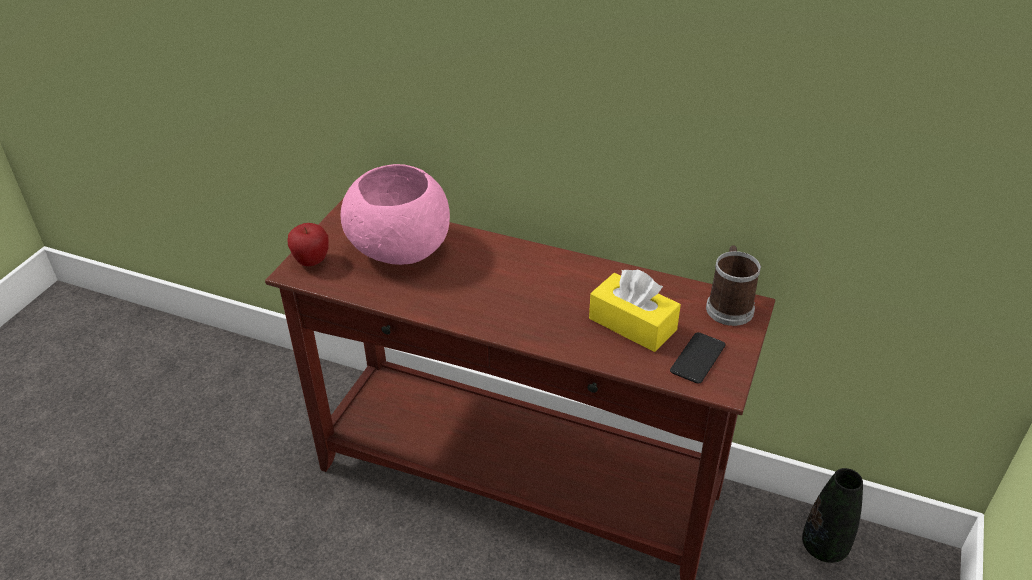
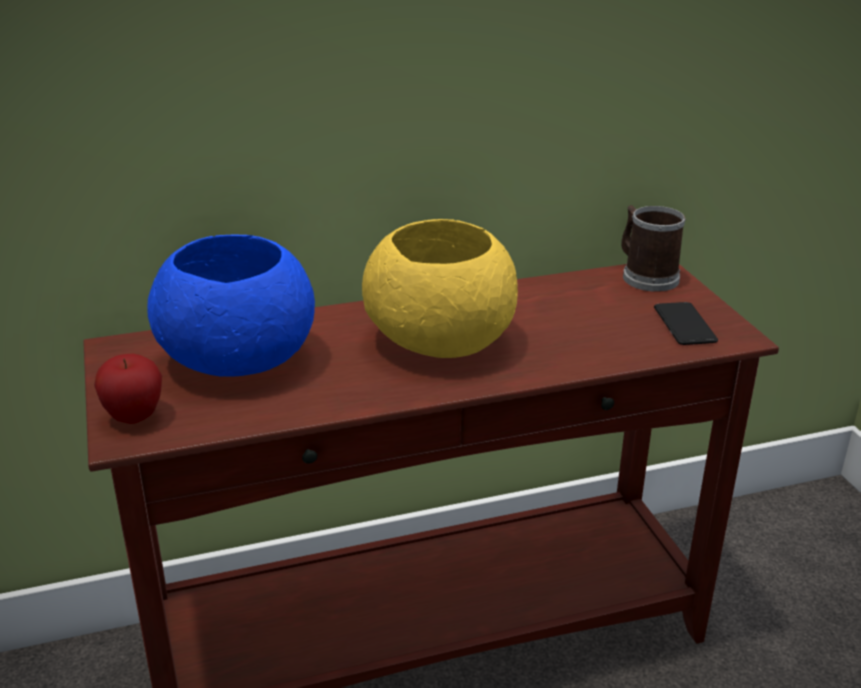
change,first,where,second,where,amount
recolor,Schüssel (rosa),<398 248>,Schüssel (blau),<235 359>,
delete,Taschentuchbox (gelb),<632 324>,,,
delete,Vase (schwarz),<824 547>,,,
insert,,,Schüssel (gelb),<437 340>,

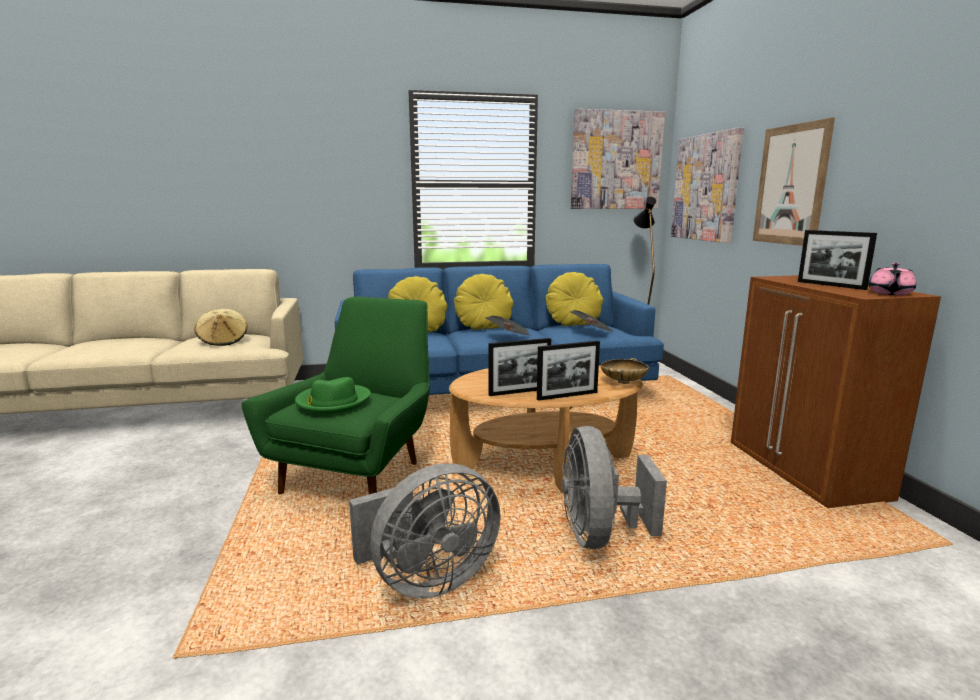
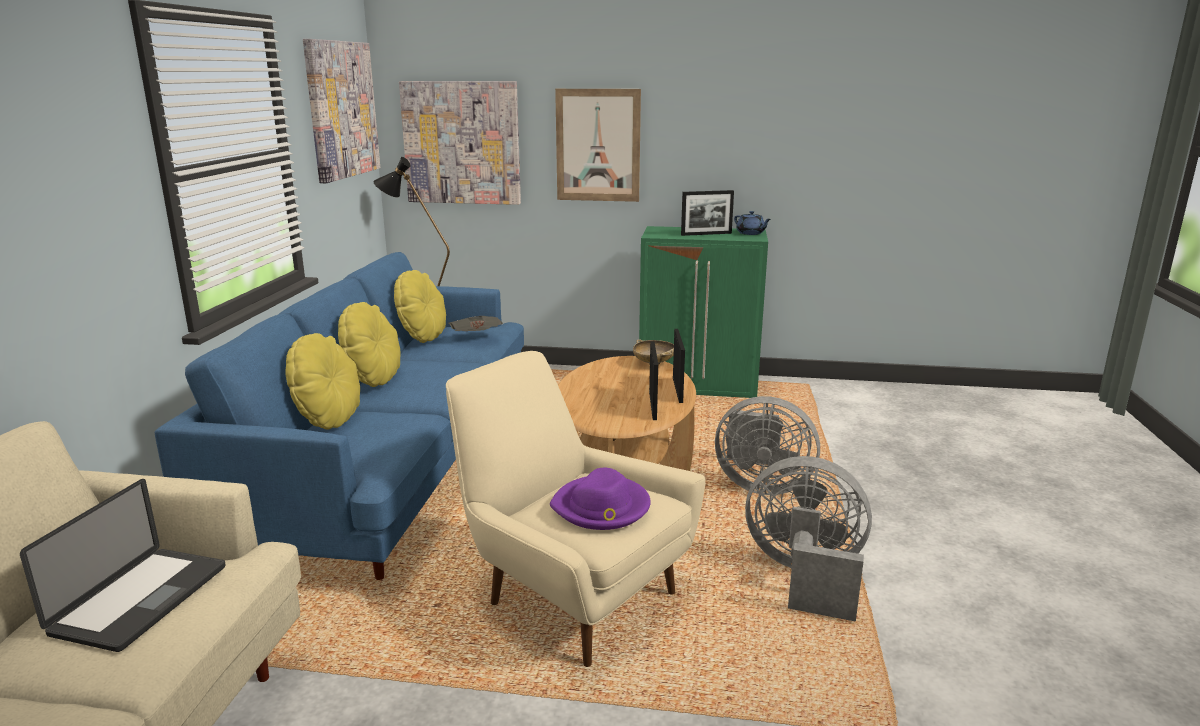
change,first,where,second,where,amount
replace,Hut (beige),<223 341>,Laptop,<141 600>,
recolor,Sessel (grün),<359 475>,Sessel (beige),<571 597>,
recolor,Hut (grün),<332 402>,Hut (lila),<601 507>,
rotate,Ventilator (grau),<427 580>,,<805 576>,60 degrees counterclockwise
delete,Zeitung,<509 338>,,,
recolor,Schrank (braun),<805 470>,Schrank (grün),<698 384>,
recolor,Teekanne (rosa),<890 293>,Teekanne (blau),<750 233>,

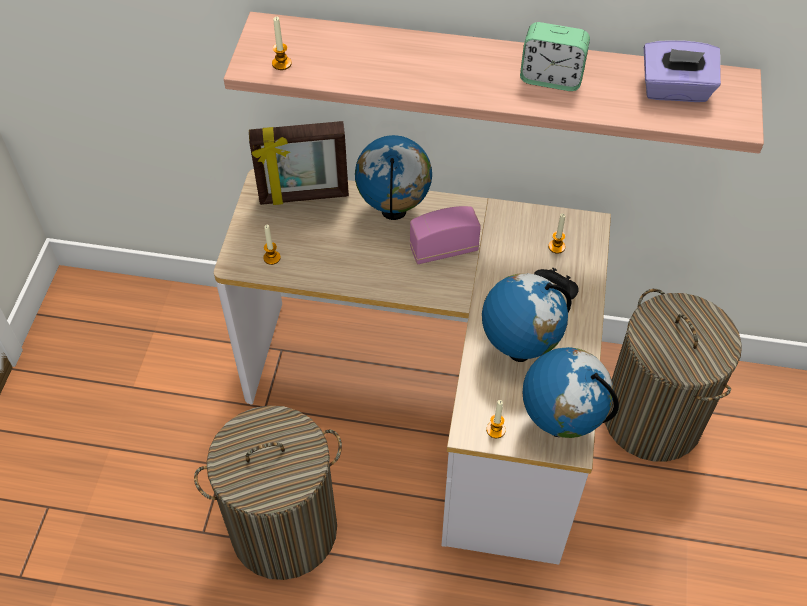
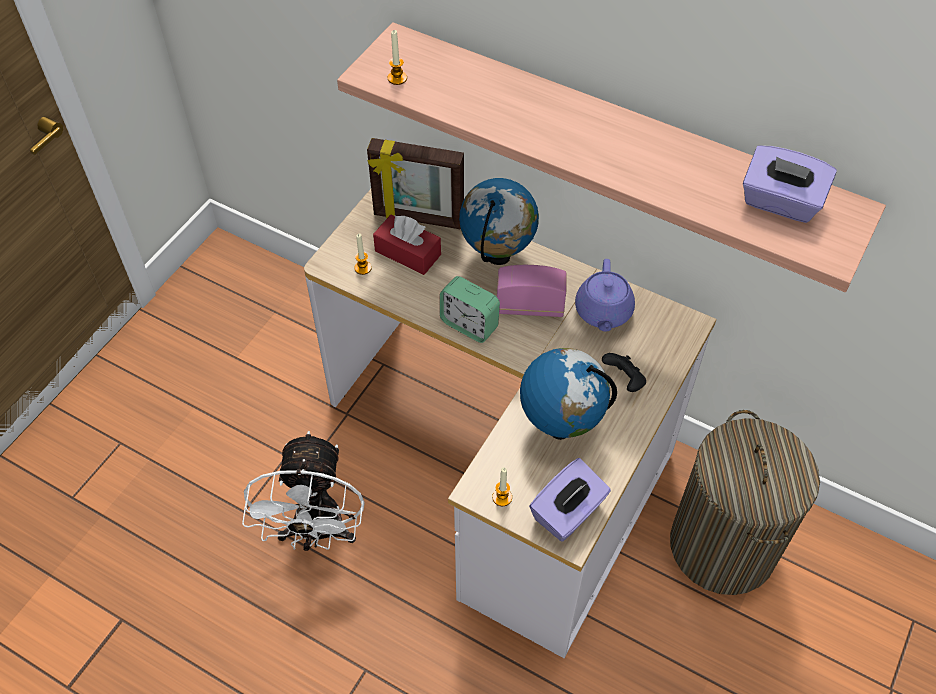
change,first,where,second,where,amount
replace,Wäschekorb,<284 529>,Ventilator (weiß),<317 533>,
move,Wecker,<551 78>,,<469 324>,
replace,Globus,<559 424>,Taschentuchbox (lila),<568 513>,
delete,Kerze,<556 247>,,,
insert,,,Taschentuchbox (rot),<408 253>,
insert,,,Teekanne (lila),<603 312>,

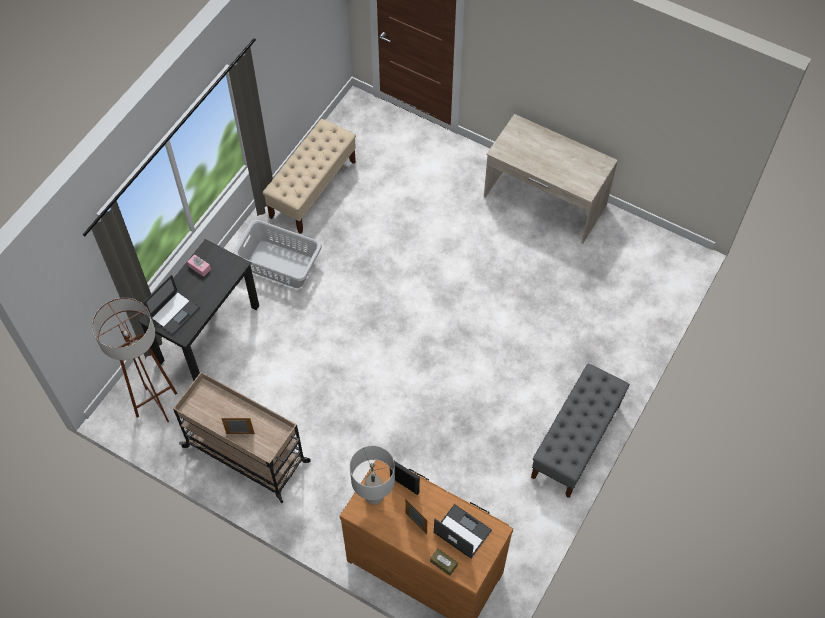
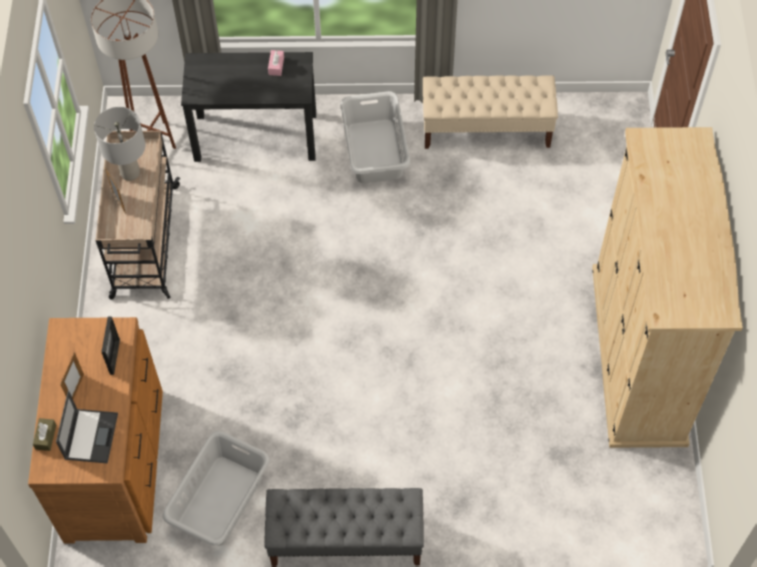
change,first,where,second,where,amount
delete,Laptop,<175 312>,,,
move,Tischlampe (grau),<374 496>,,<130 173>,
replace,Schreibtisch (beige),<544 201>,Kleiderschrank (beige),<638 354>,
insert,,,Wäschekorb (grau),<219 501>,

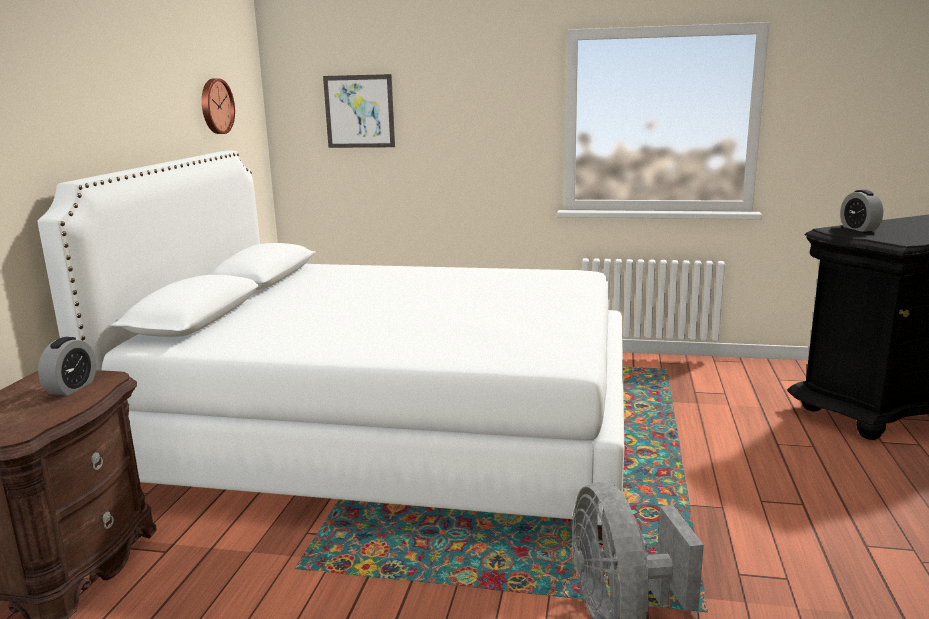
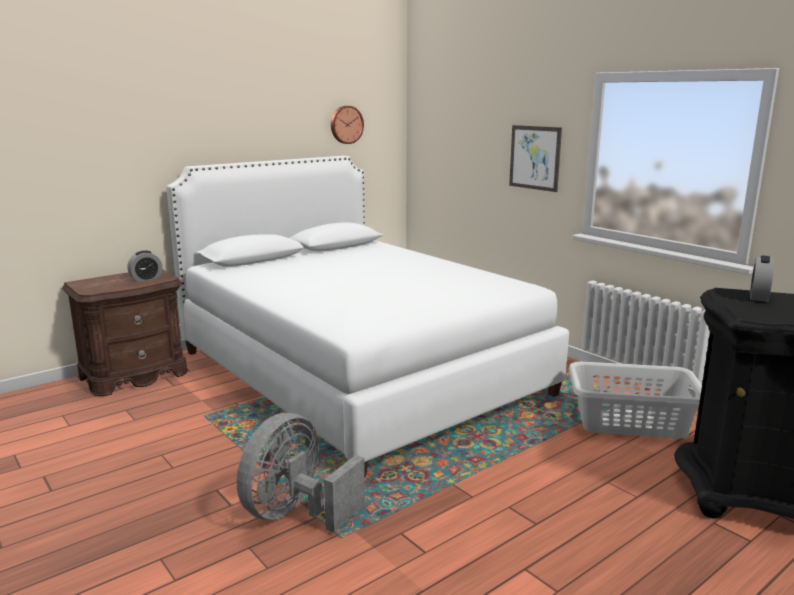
change,first,where,second,where,amount
move,Bild,<359 111>,,<534 157>,
insert,,,Wäschekorb (grau),<631 422>,

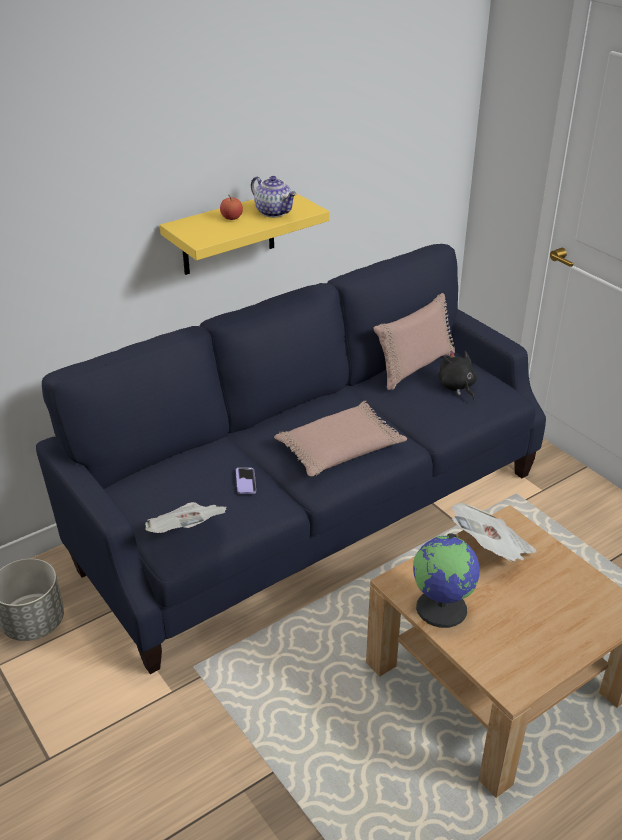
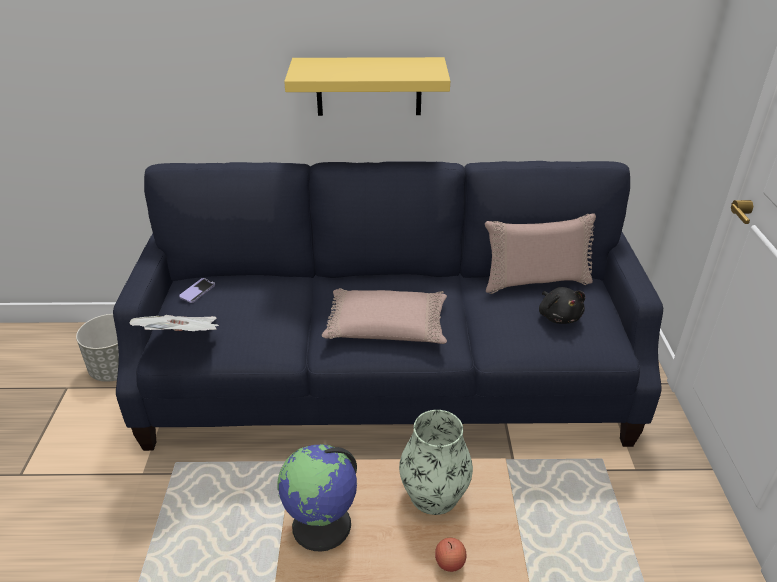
change,first,where,second,where,amount
move,Apfel,<231 218>,,<450 562>,
move,Handy,<245 481>,,<197 291>,
delete,Teekanne,<274 212>,,,
rotate,Plüschtier (schwarz),<457 387>,,<559 316>,150 degrees clockwise
replace,Zeitung,<491 550>,Vase,<434 494>,

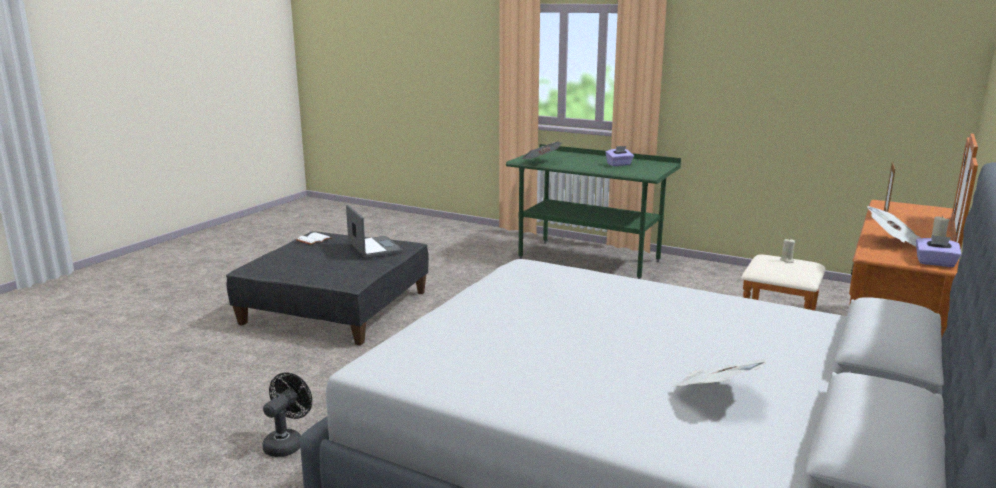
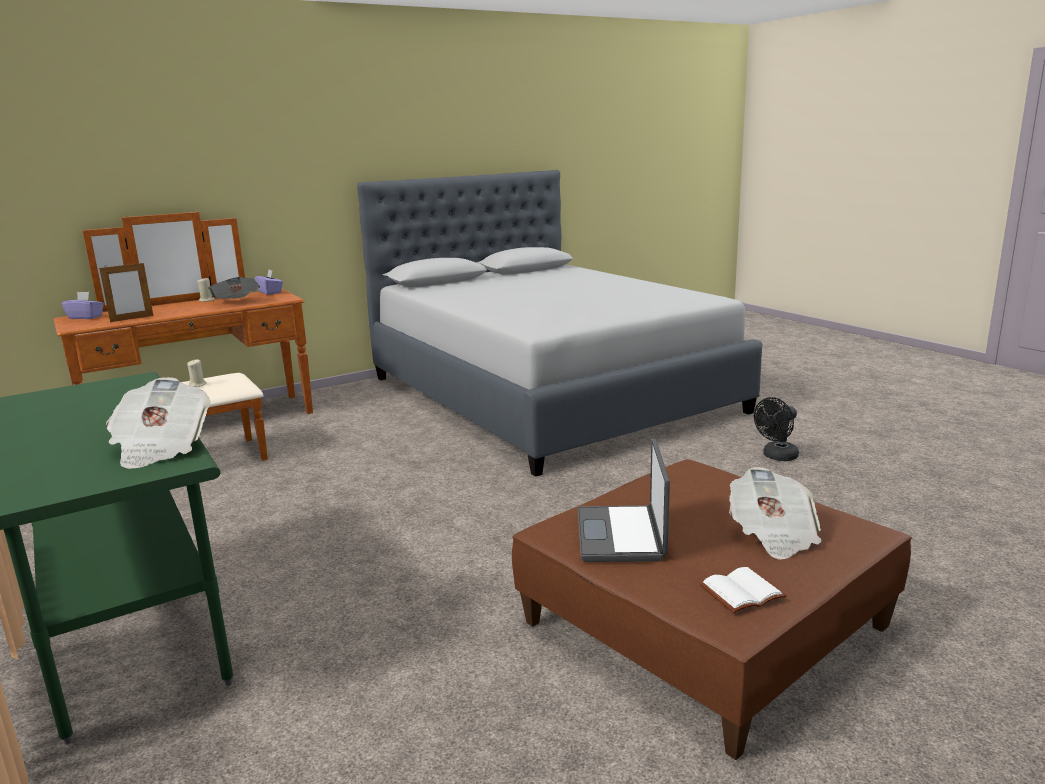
change,first,where,second,where,amount
recolor,Polsterhocker (grau),<335 307>,Polsterhocker (braun),<705 626>,
move,Taschentuchbox (lila),<619 164>,,<86 317>,
move,Zeitung,<716 394>,,<772 535>,

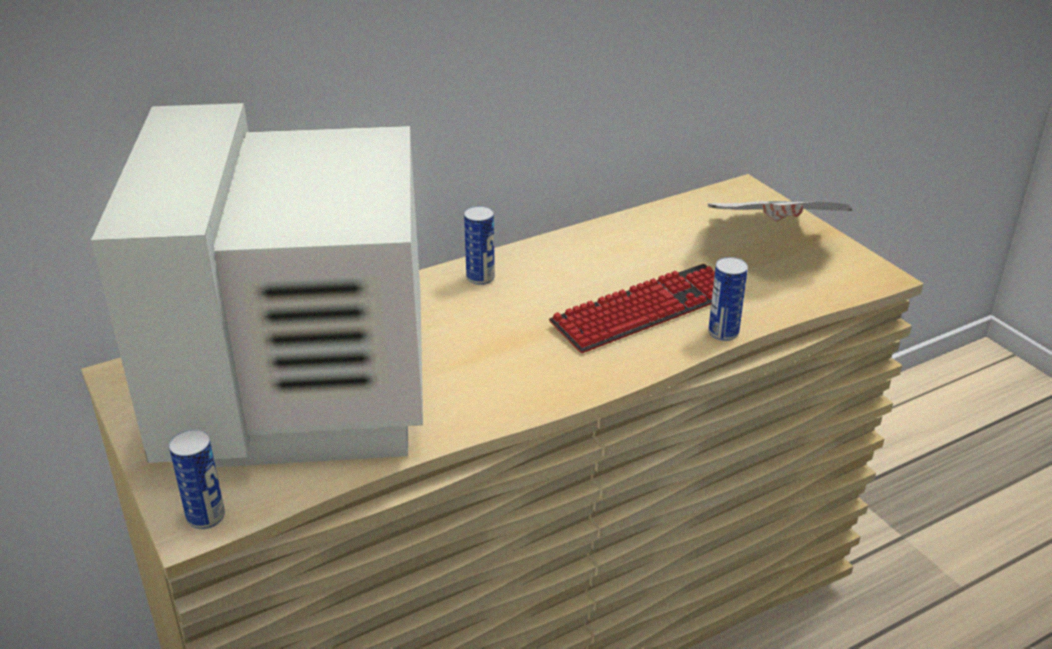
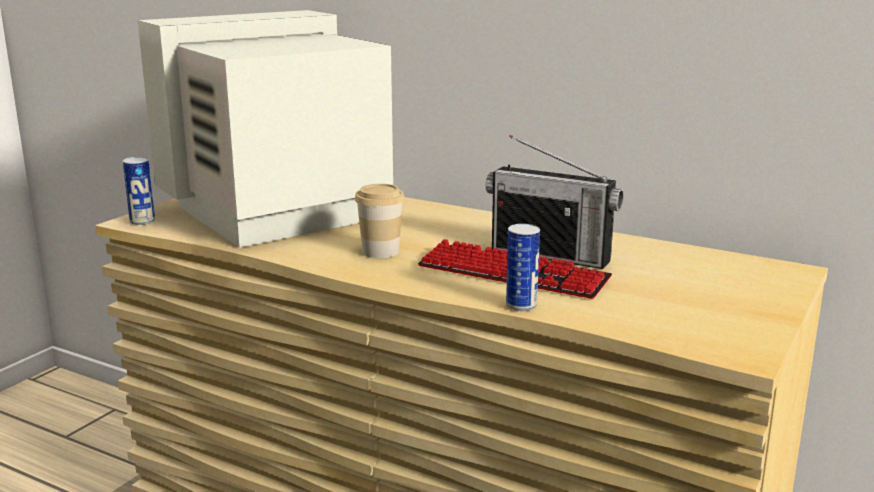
change,first,where,second,where,amount
delete,Dose,<480 278>,,,
delete,Zeitung,<772 242>,,,
insert,,,Tasse,<380 251>,
insert,,,Radio,<551 255>,

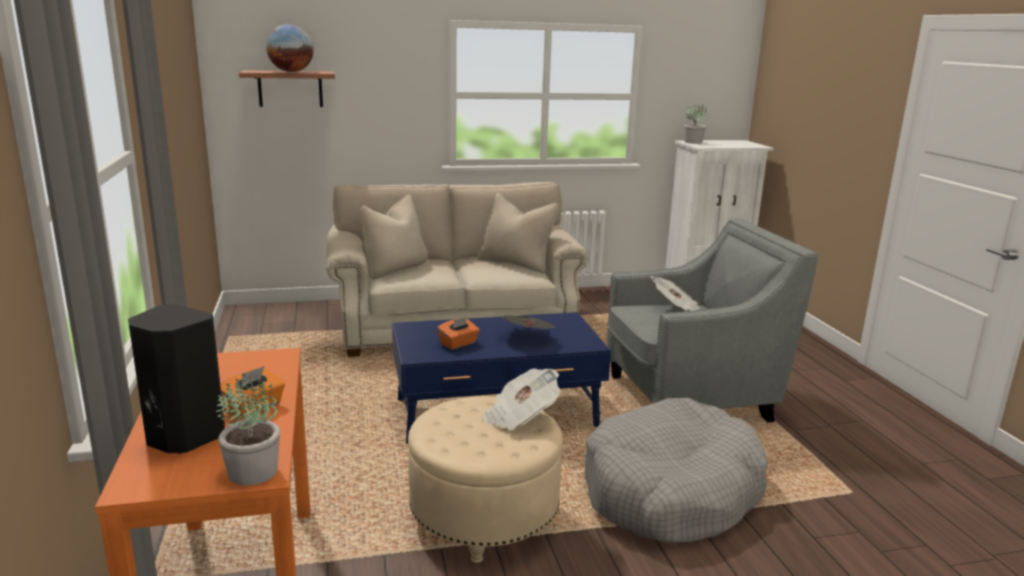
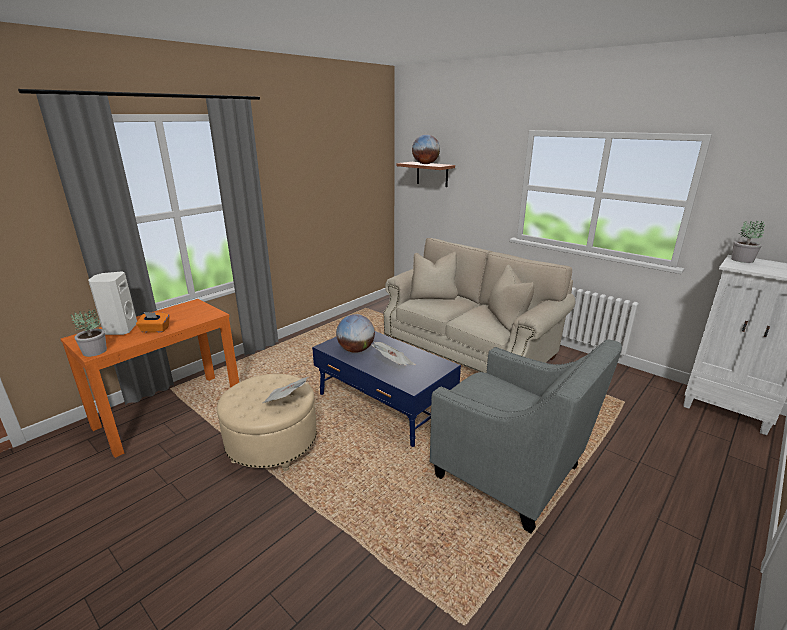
change,first,where,second,where,amount
recolor,Lautsprecher (schwarz),<182 438>,Lautsprecher (weiß),<120 329>,
replace,Taschentuchbox (orange),<458 344>,Globus,<356 350>,
delete,Hundebett (grau),<670 491>,,,
delete,Zeitung,<676 310>,,,

